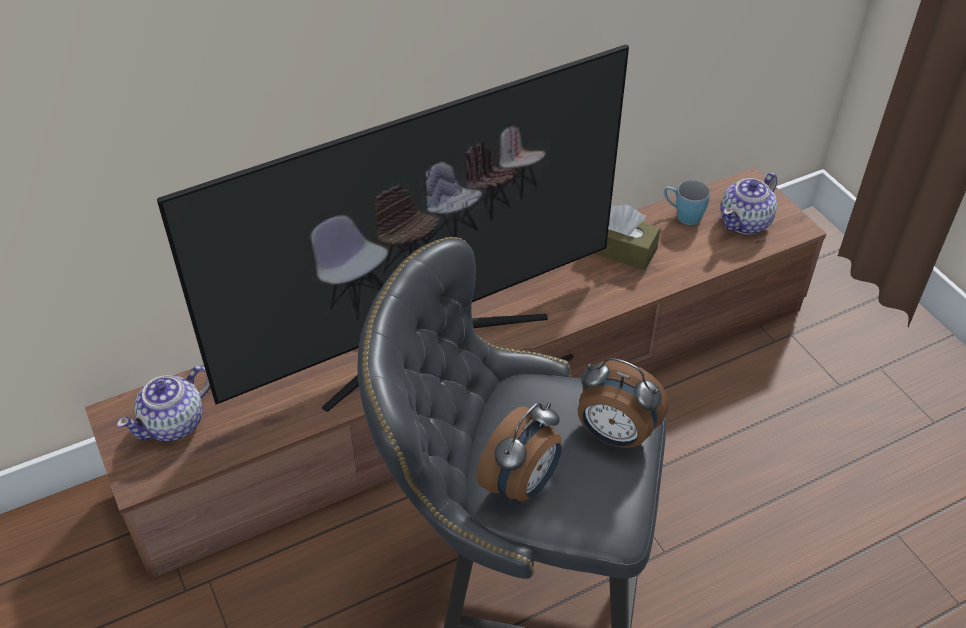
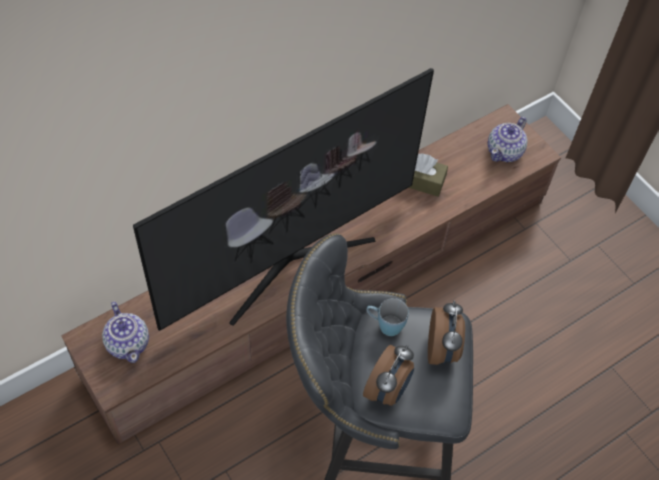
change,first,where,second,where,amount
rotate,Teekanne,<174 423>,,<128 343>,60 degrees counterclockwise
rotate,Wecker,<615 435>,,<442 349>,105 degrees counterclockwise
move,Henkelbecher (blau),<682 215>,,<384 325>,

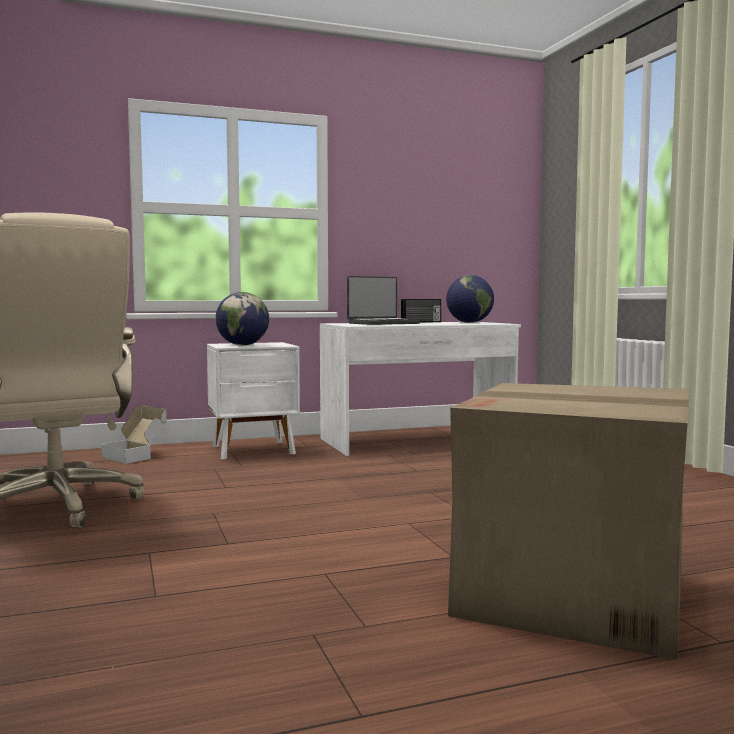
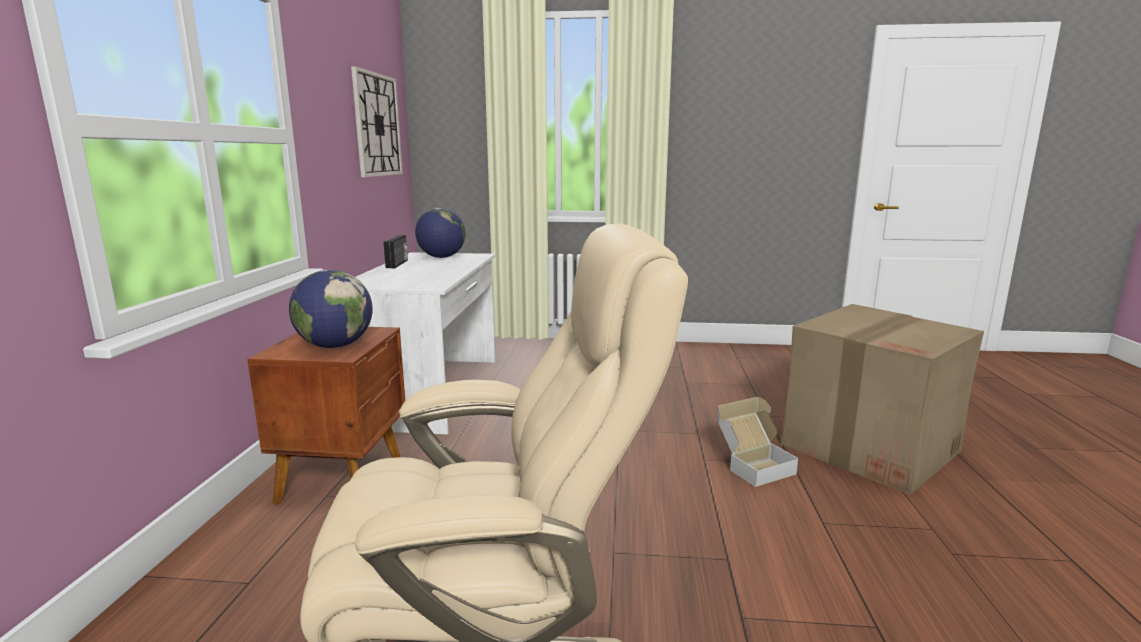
change,first,where,second,where,amount
move,Karton,<136 456>,,<752 466>,
recolor,Nachttisch (weiß),<254 450>,Nachttisch (braun),<344 479>,
delete,Laptop,<382 323>,,,
insert,,,Wanduhr,<377 125>,

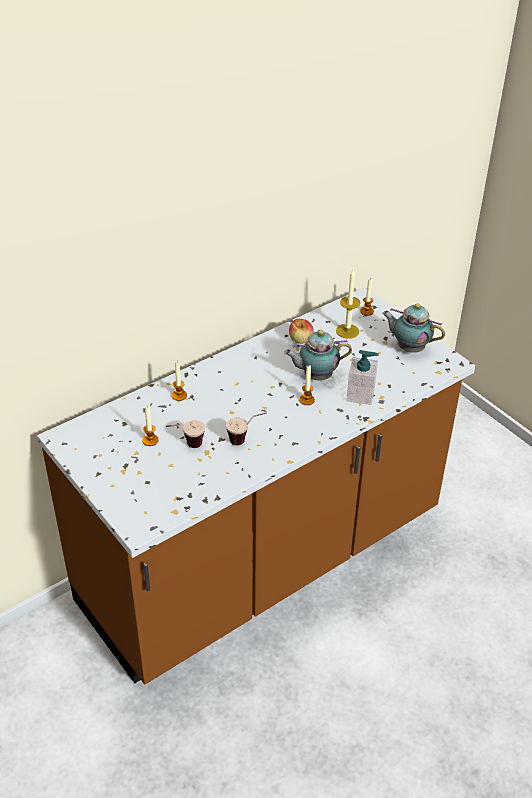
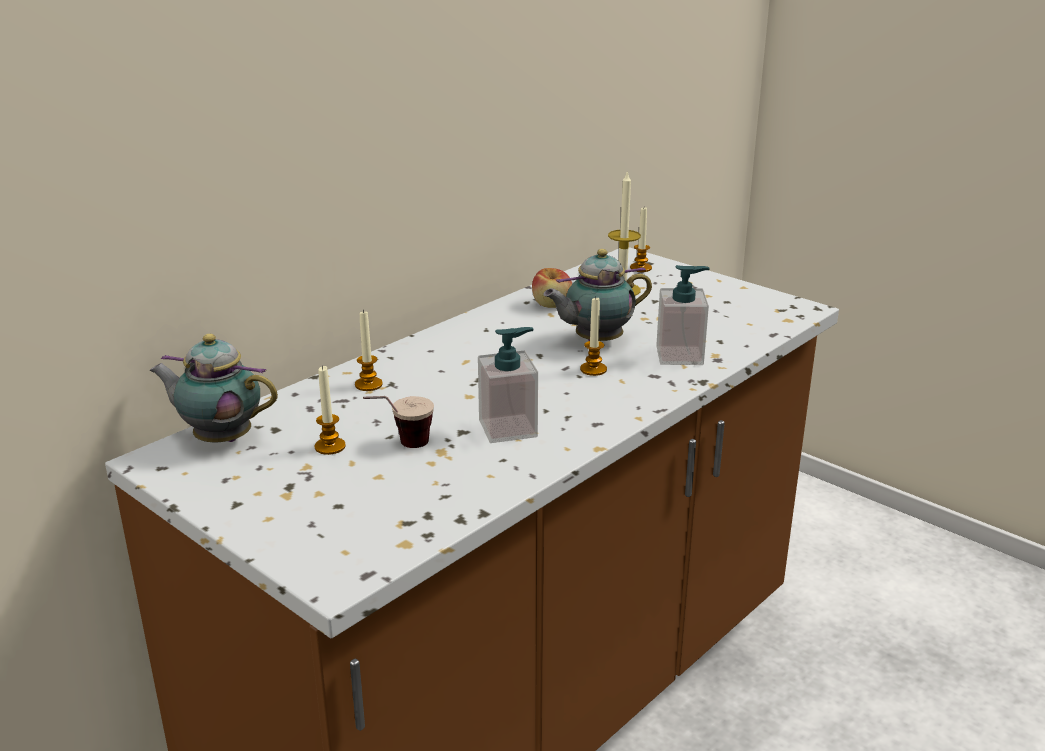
change,first,where,second,where,amount
replace,Tasse,<246 440>,Seifenspender,<508 428>,
move,Teekanne,<409 348>,,<220 438>,

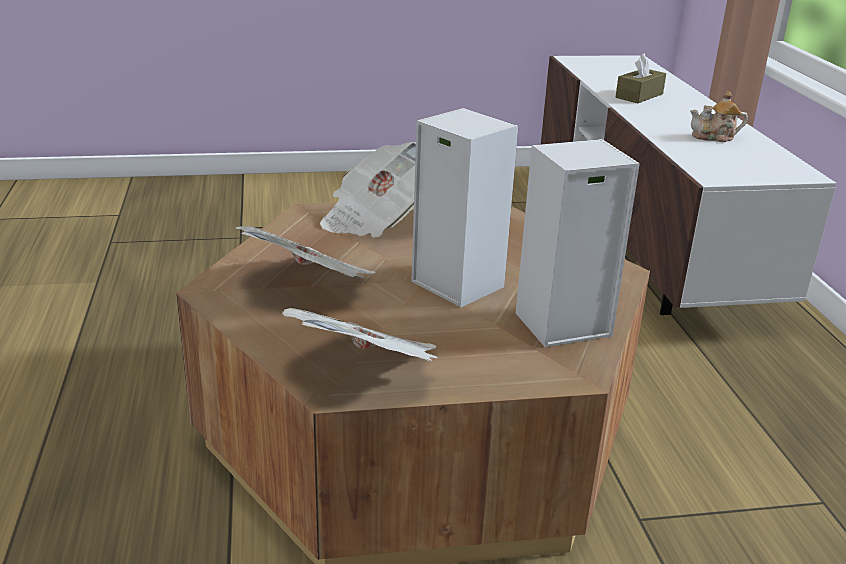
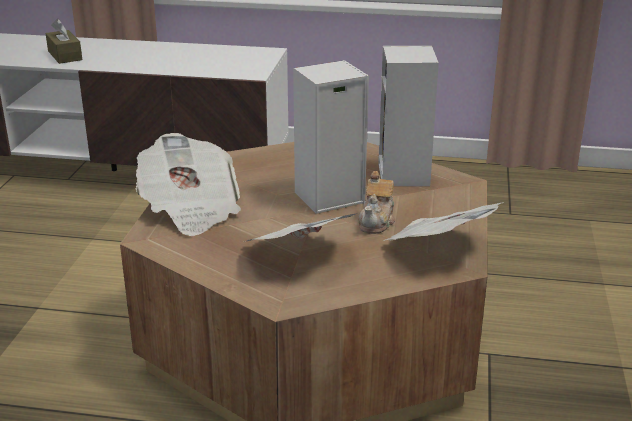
change,first,where,second,where,amount
move,Teekanne,<714 137>,,<377 222>,

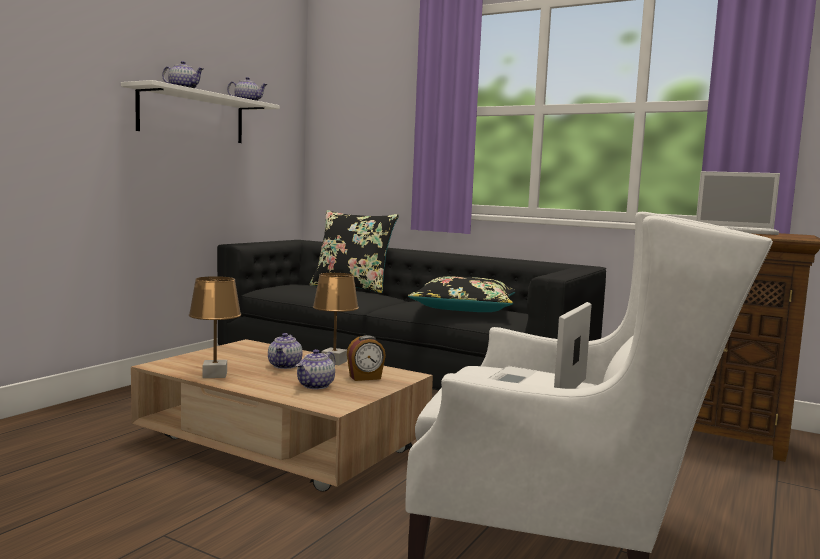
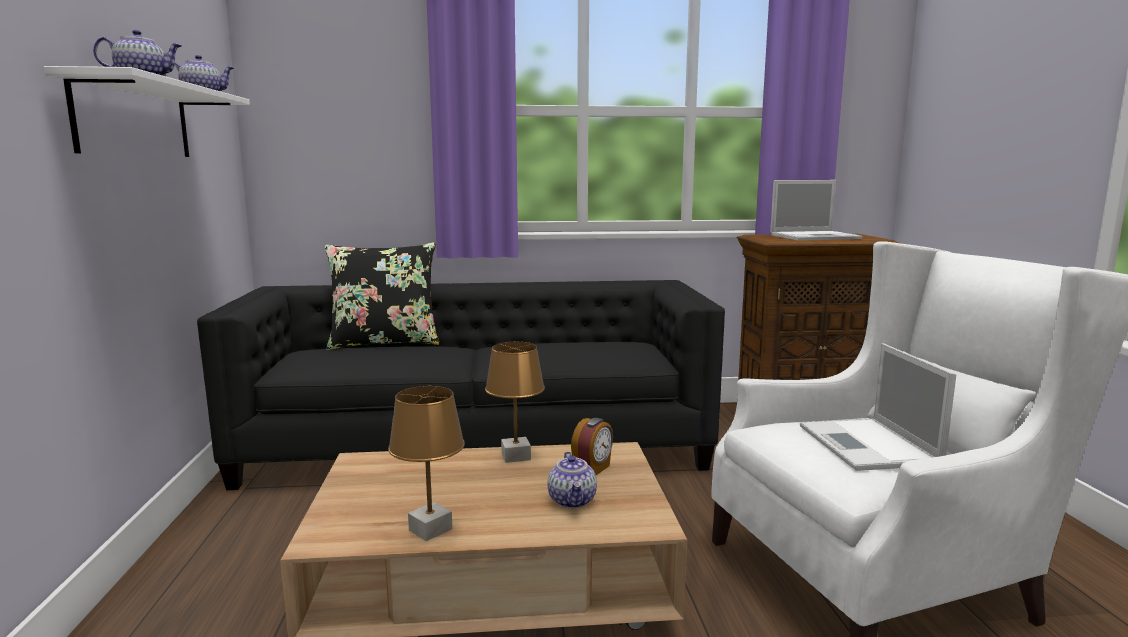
change,first,where,second,where,amount
delete,Teekanne,<285 366>,,,
delete,Kissen (schwarz),<464 308>,,,

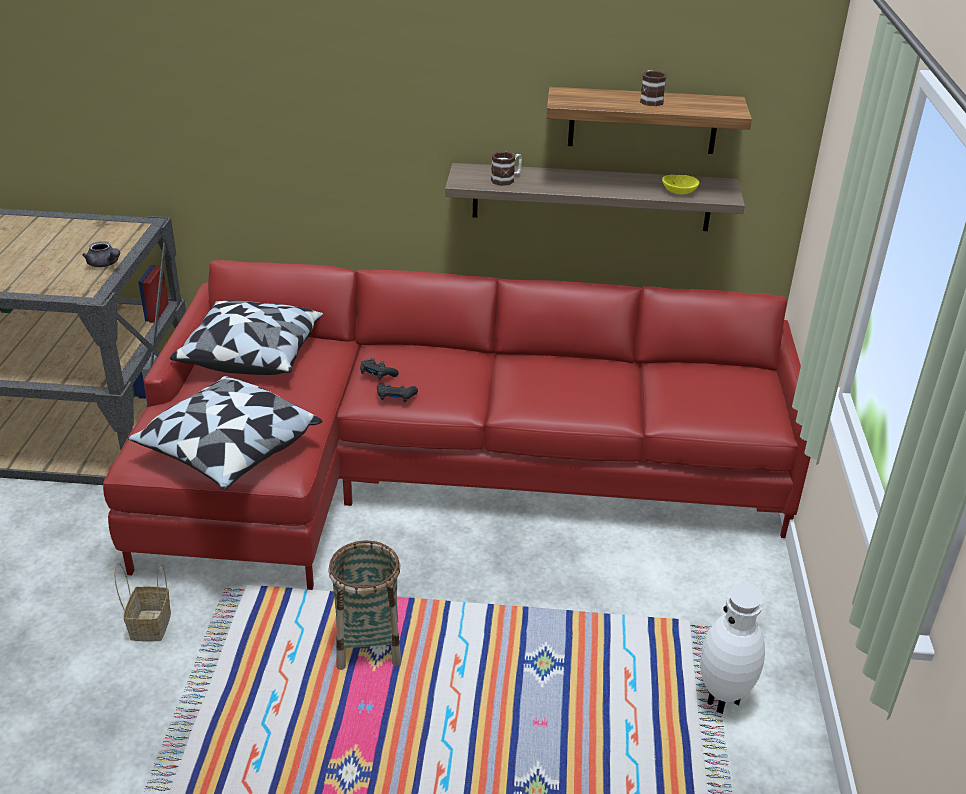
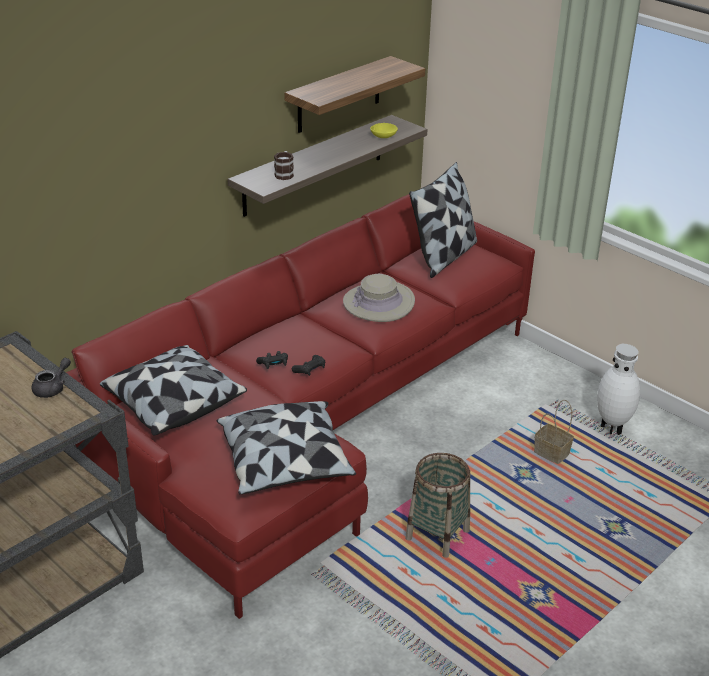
change,first,where,second,where,amount
rotate,Teekanne (grau),<105 264>,,<52 388>,45 degrees counterclockwise
move,Korb,<150 624>,,<550 453>,
delete,Henkelbecher,<650 100>,,,
insert,,,Hut (beige),<379 303>,
insert,,,Kissen,<444 256>,

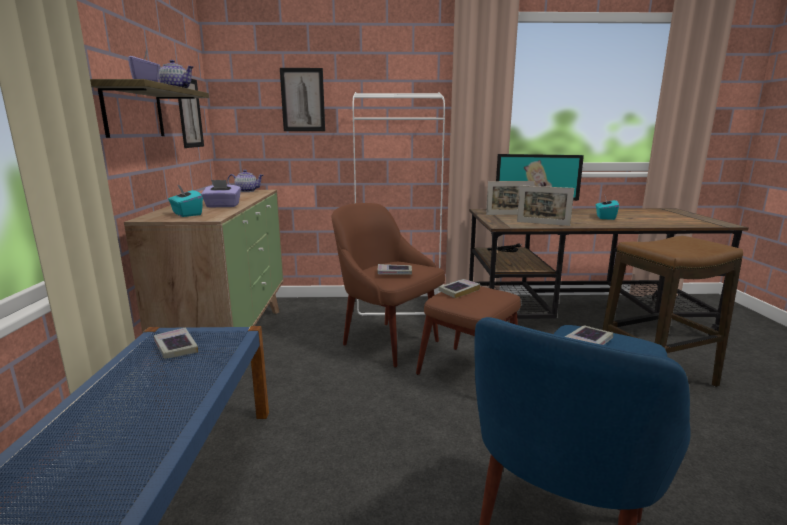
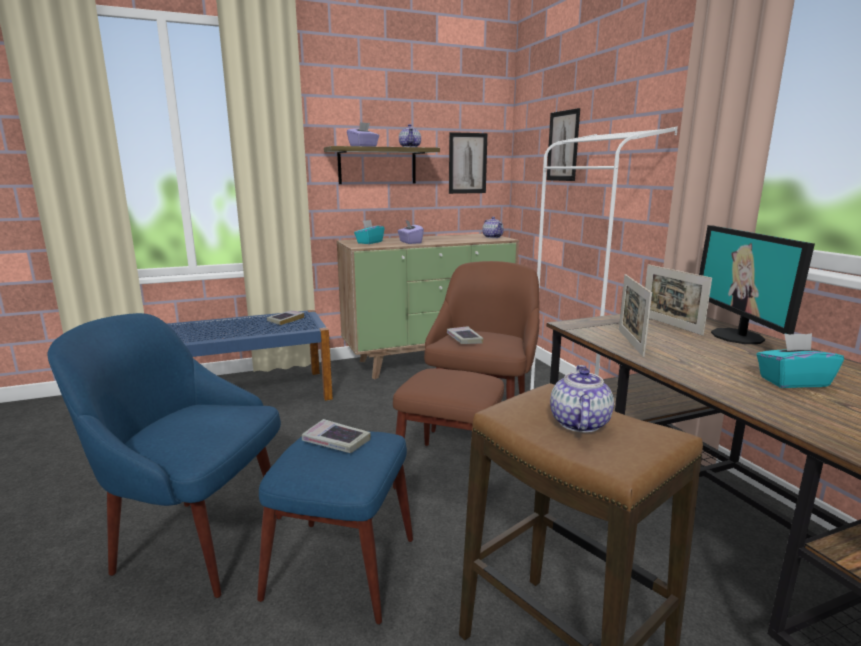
change,first,where,second,where,amount
delete,Buch,<459 291>,,,
insert,,,Teekanne,<578 423>,

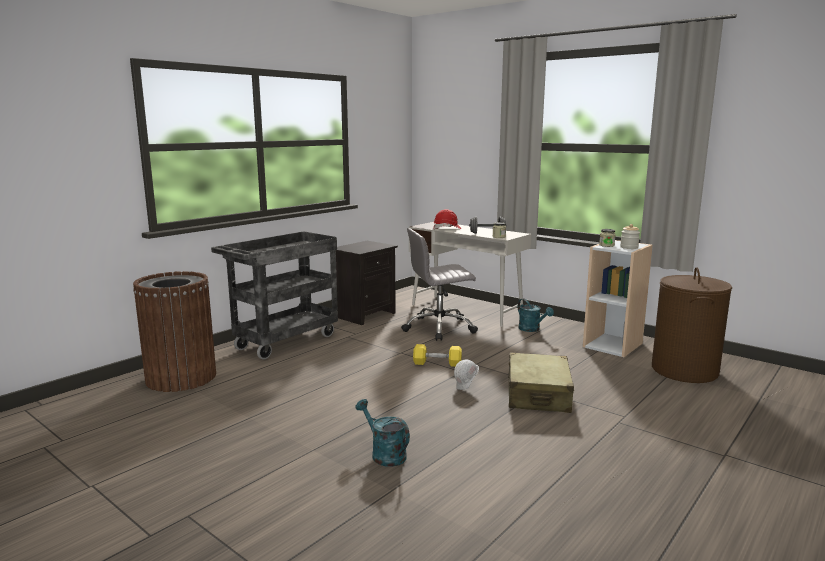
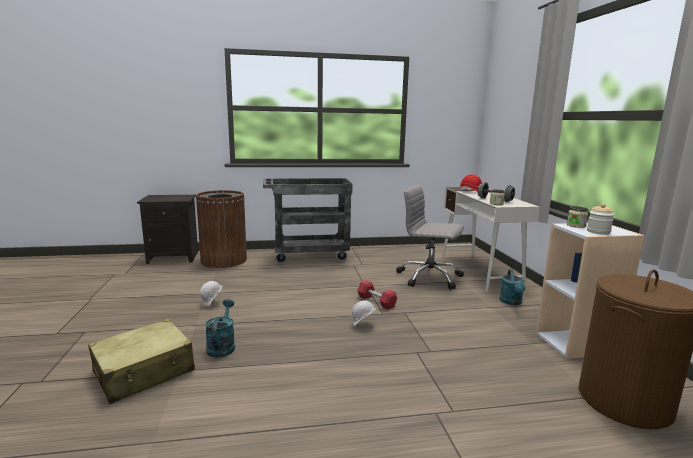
change,first,where,second,where,amount
move,Nachttisch (schwarz),<365 314>,,<174 257>,
recolor,Hantel (gelb),<437 363>,Hantel (rot),<376 301>,
move,Koffer (beige),<538 395>,,<144 371>,
insert,,,Schutzhelm (weiß),<212 304>,

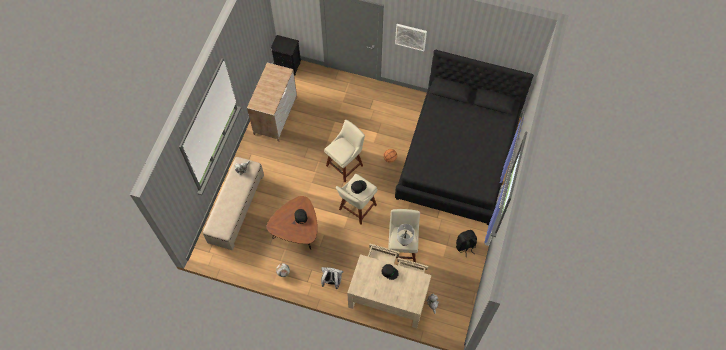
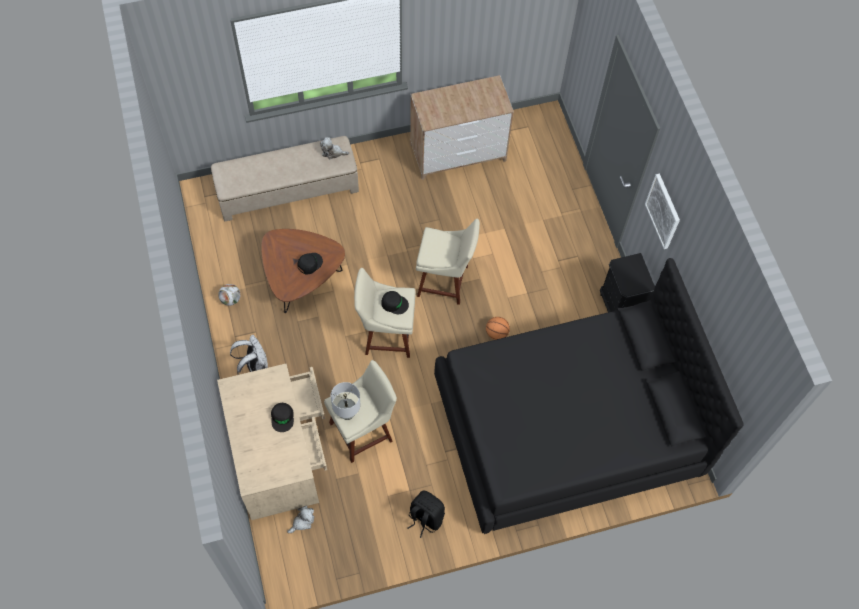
change,first,where,second,where,amount
move,Nachttisch (schwarz),<287 66>,,<620 306>,

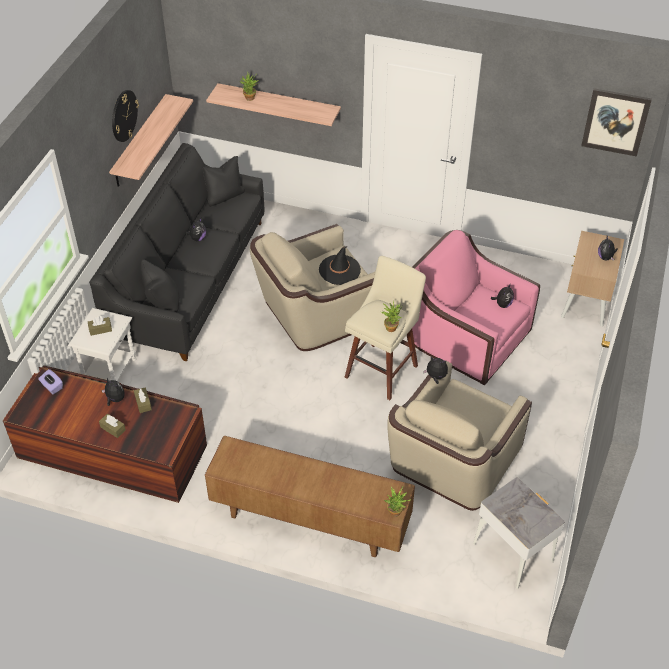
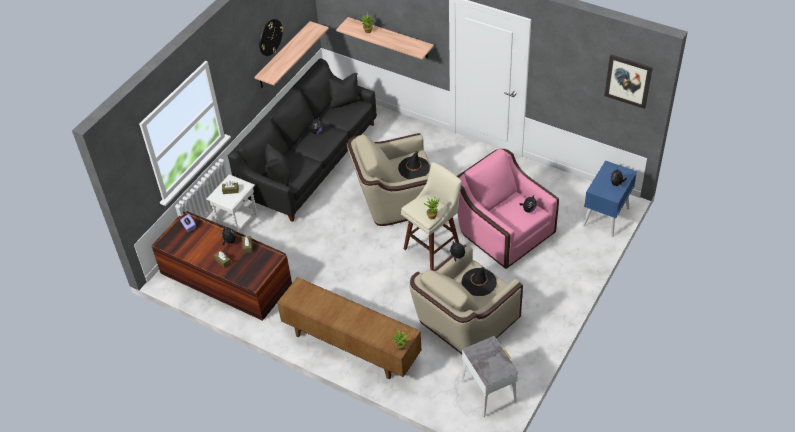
change,first,where,second,where,amount
recolor,Nachttisch (beige),<586 303>,Nachttisch (blau),<606 217>,
insert,,,Hut (schwarz),<479 282>,

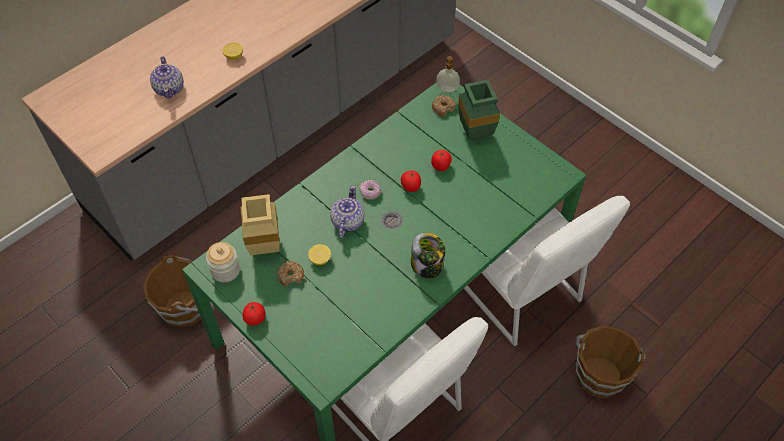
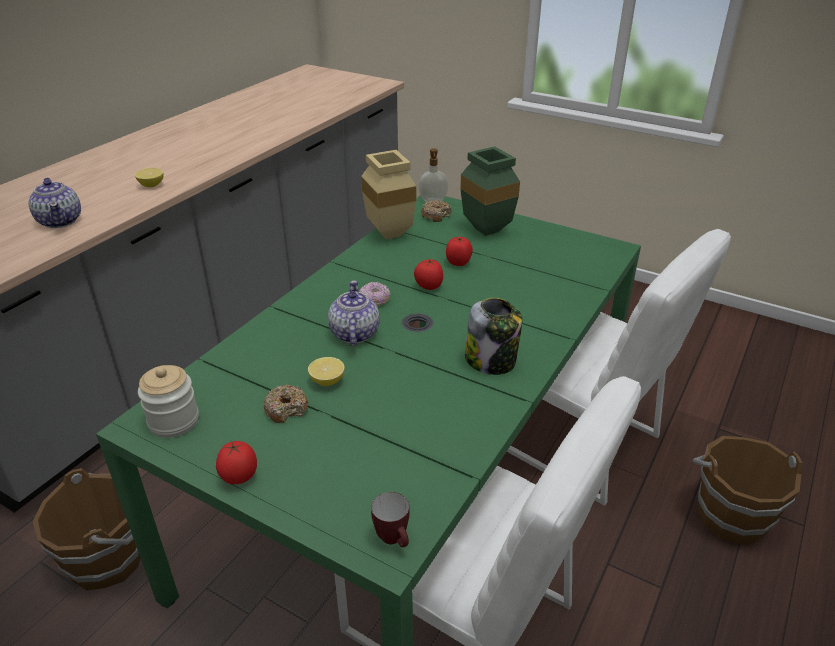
change,first,where,second,where,amount
move,Vase (beige),<266 249>,,<392 235>,
insert,,,Henkelbecher,<394 540>,

